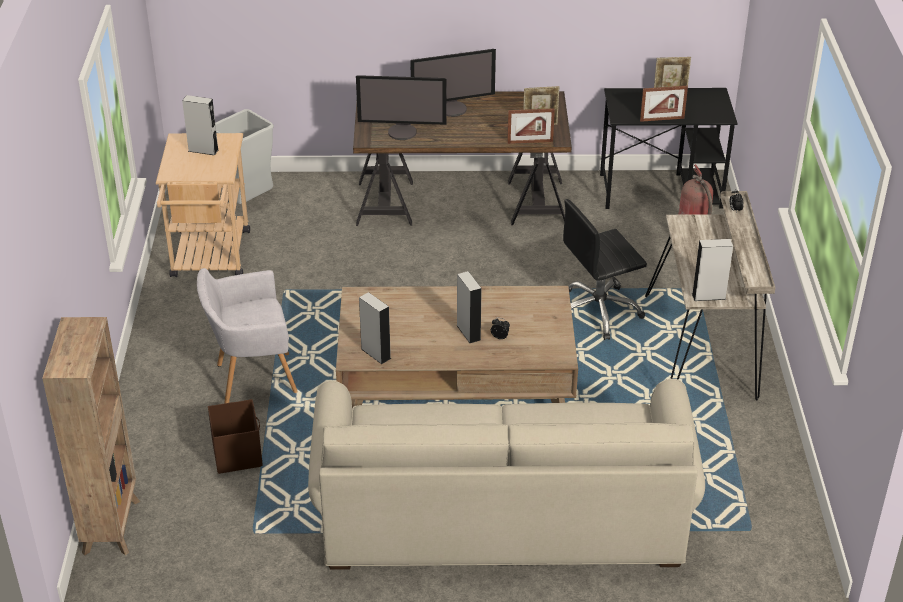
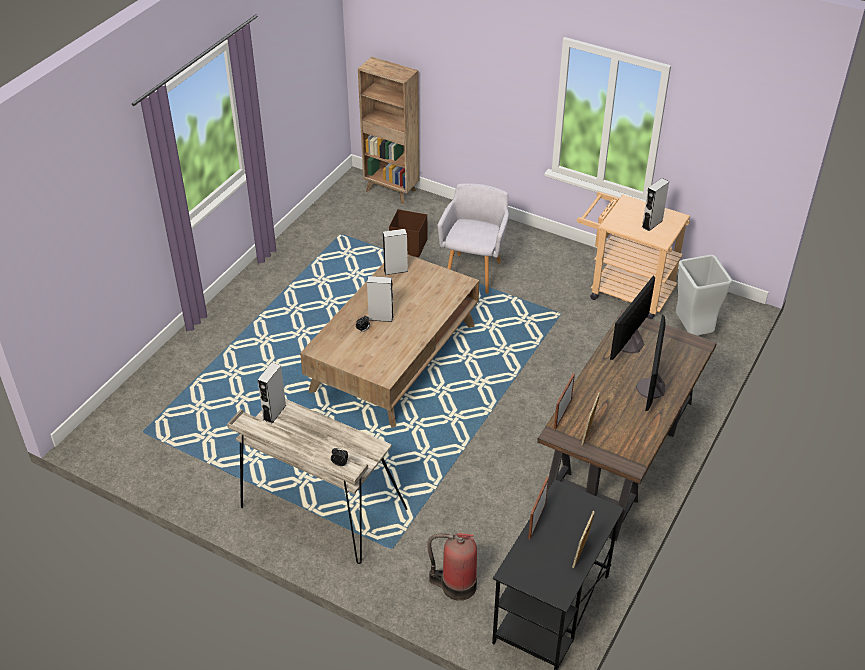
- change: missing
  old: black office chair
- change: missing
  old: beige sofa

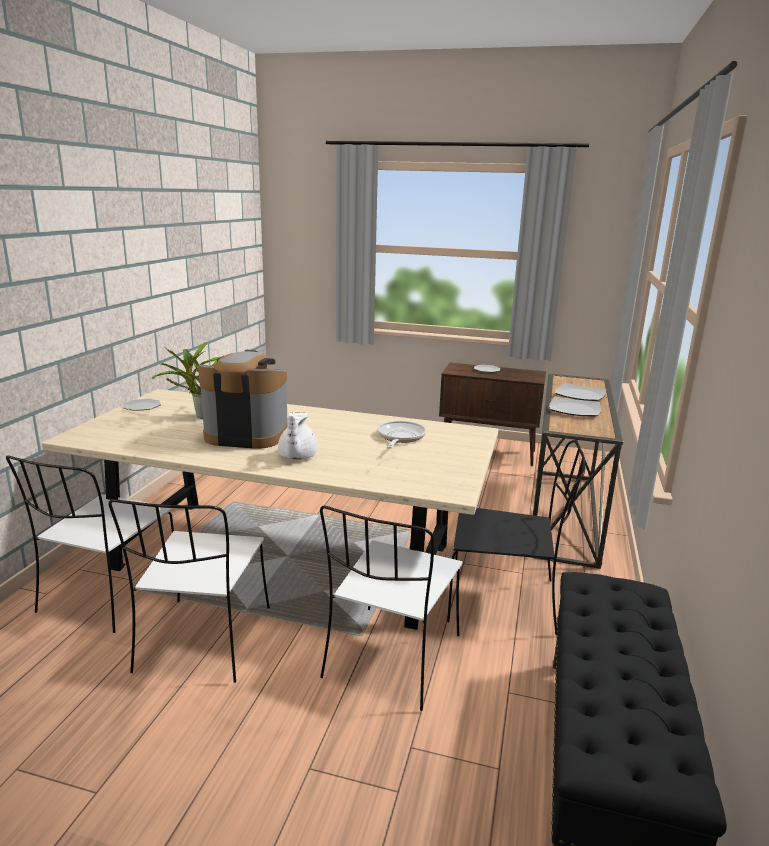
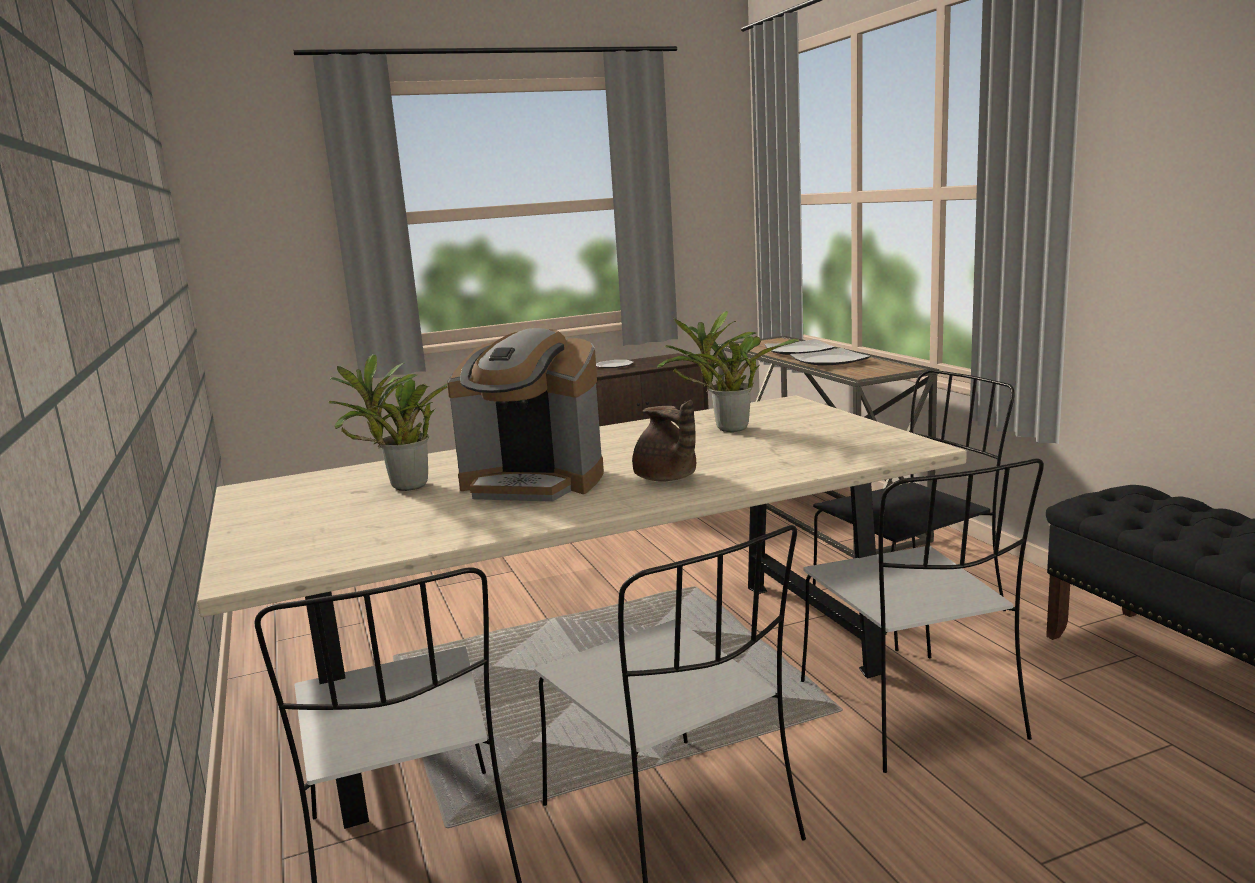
- change: spun
  old: coffee machine
  degrees: -135
- change: missing
  old: plate (no. 1 from left)
- change: colour
  old: white teapot
  new: brown teapot
- change: exchanged
  old: frying pan
  new: potted plant (no. 2 from left)

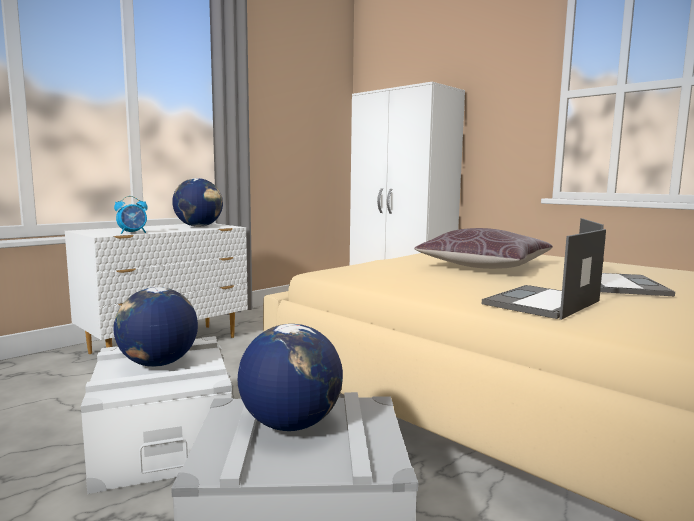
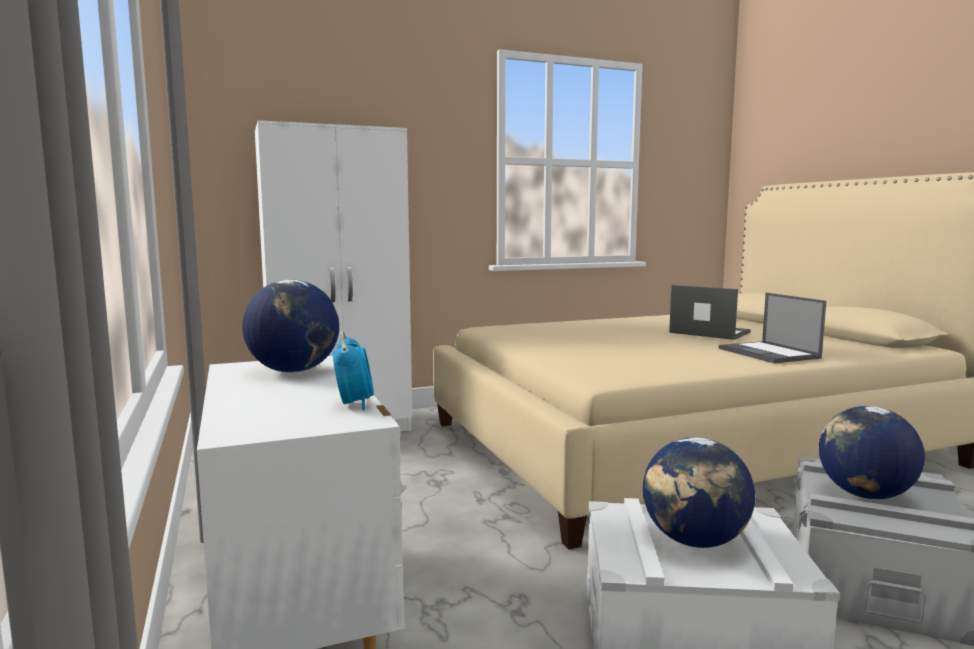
- change: missing
  old: brown pillow

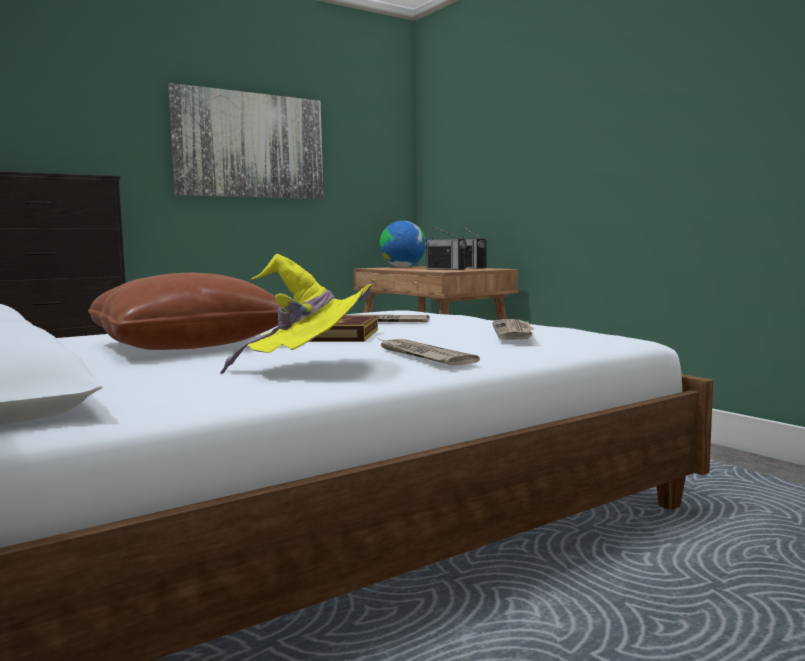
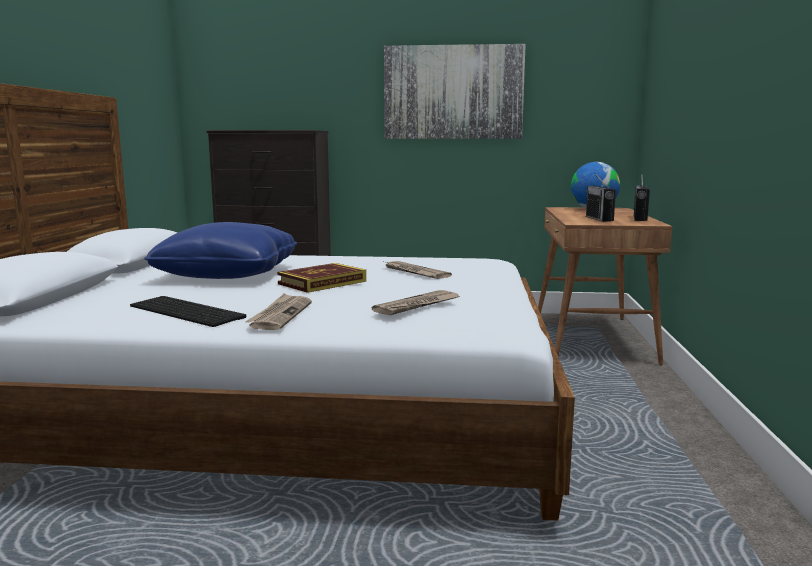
- change: exchanged
  old: yellow hat
  new: keyboard
- change: colour
  old: brown pillow
  new: blue pillow

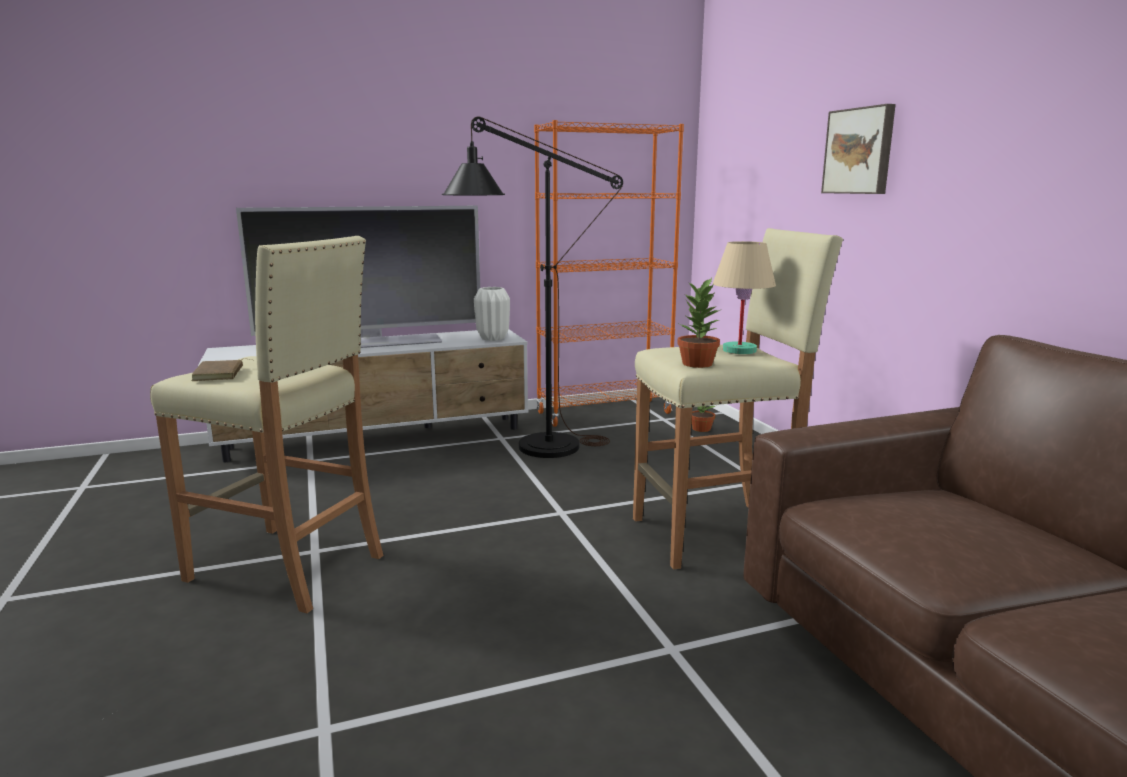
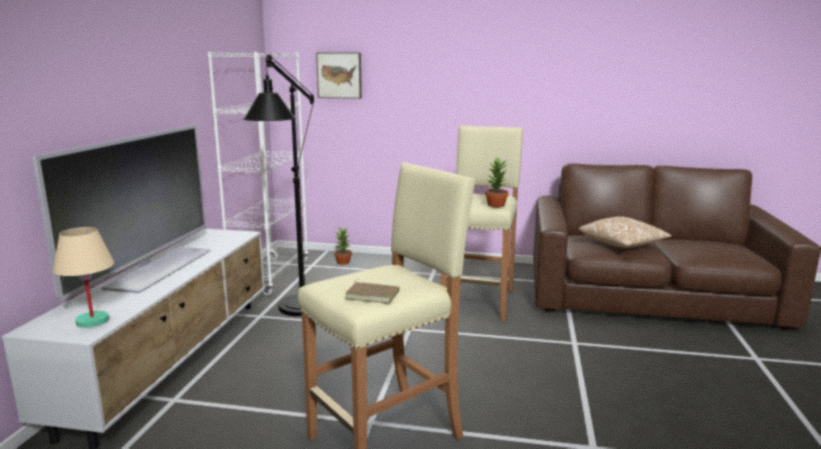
- change: relocated
  old: picture
- change: colour
  old: orange bookcase
  new: white bookcase
- change: relocated
  old: beige table lamp
- change: missing
  old: white vase
- change: appeared
  new: pillow

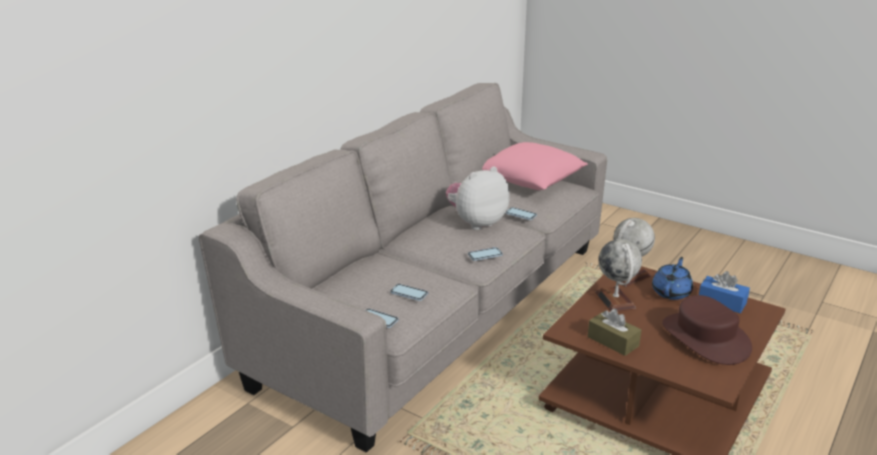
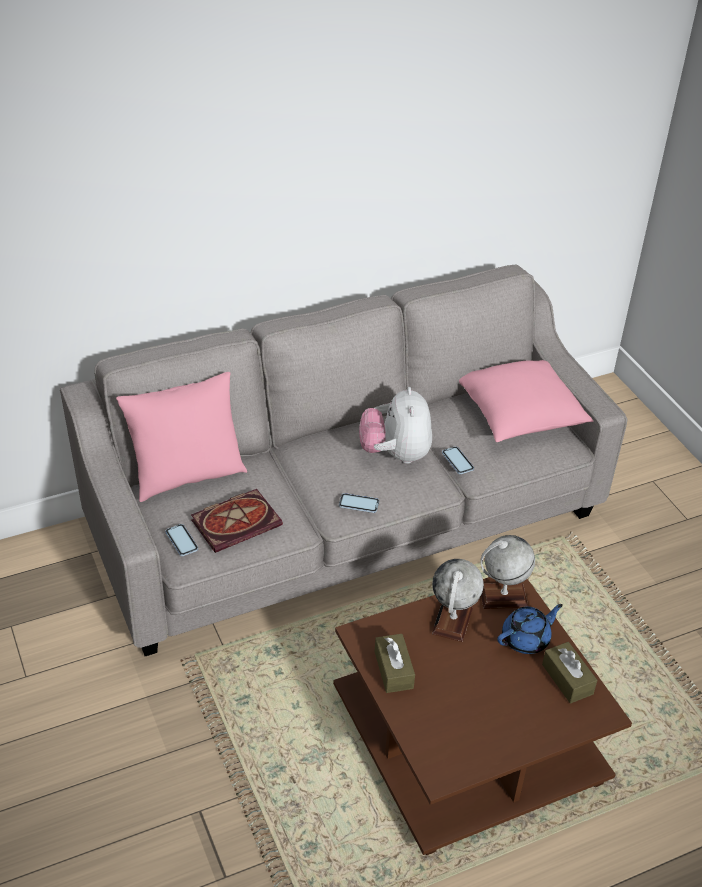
- change: spun
  old: plush toy
  degrees: -90
- change: colour
  old: blue tissue box
  new: brown tissue box (no. 2 from left)
- change: exchanged
  old: phone (no. 2 from left)
  new: book
- change: missing
  old: brown hat
- change: appeared
  new: pink pillow (no. 1 from left)

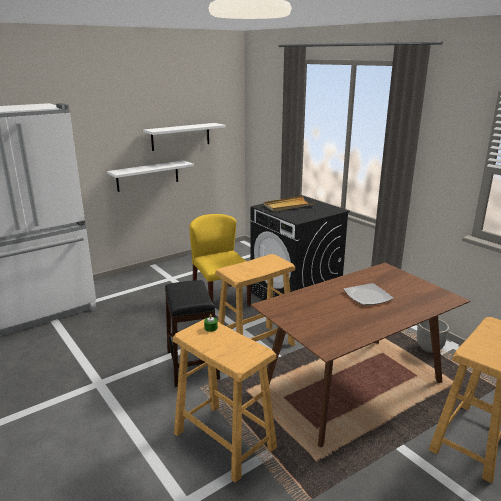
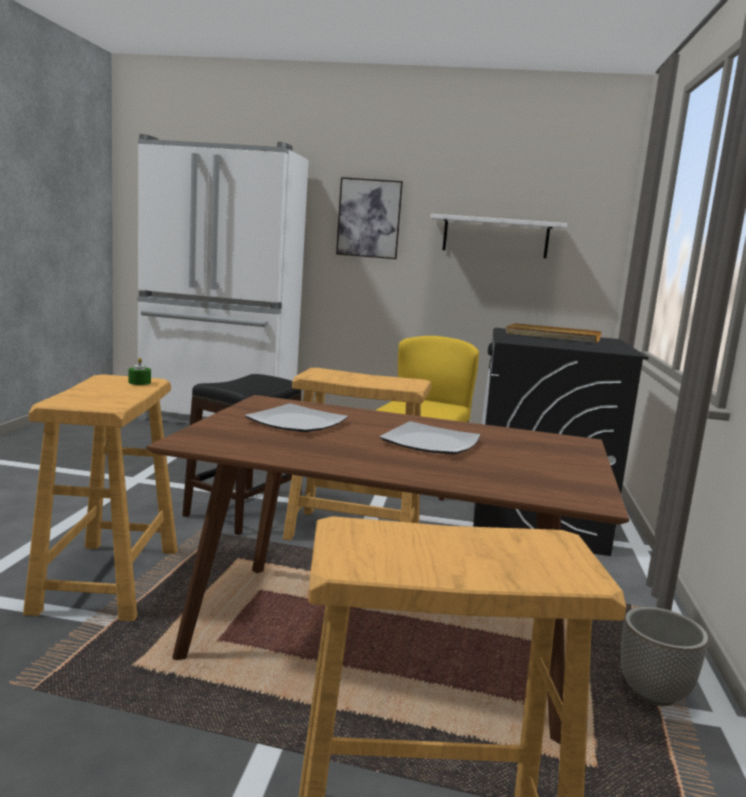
- change: missing
  old: white shelf (no. 1 from left)
- change: appeared
  new: picture
- change: appeared
  new: plate (no. 1 from left)

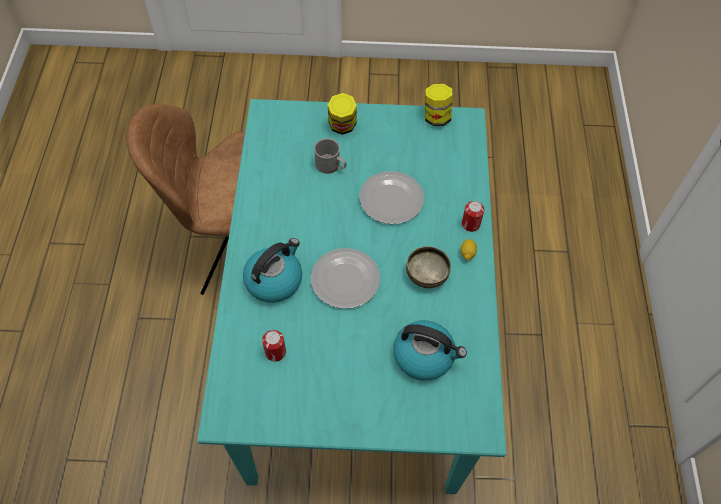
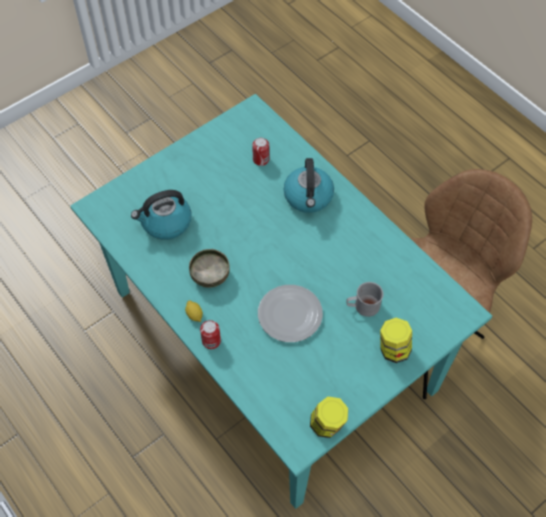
- change: missing
  old: plate (no. 1 from left)

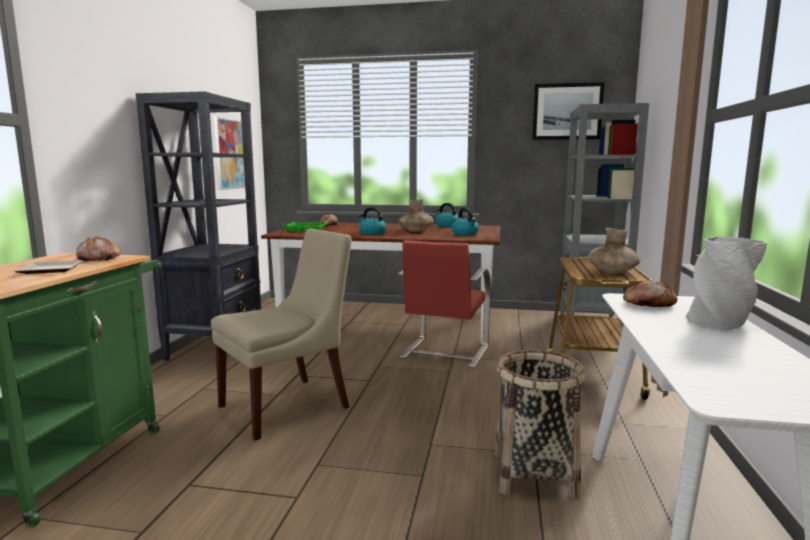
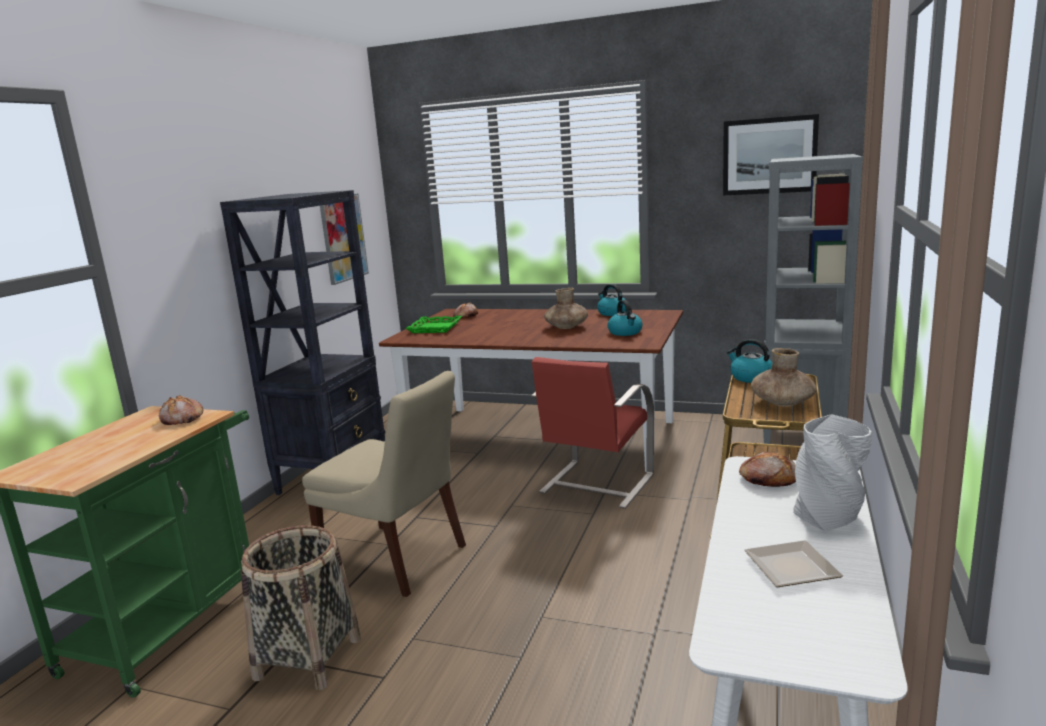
- change: relocated
  old: kettle (no. 1 from left in the first image)
  new: kettle (no. 3 from left)
- change: spun
  old: beige chair
  degrees: 60
- change: relocated
  old: plate
- change: relocated
  old: basket

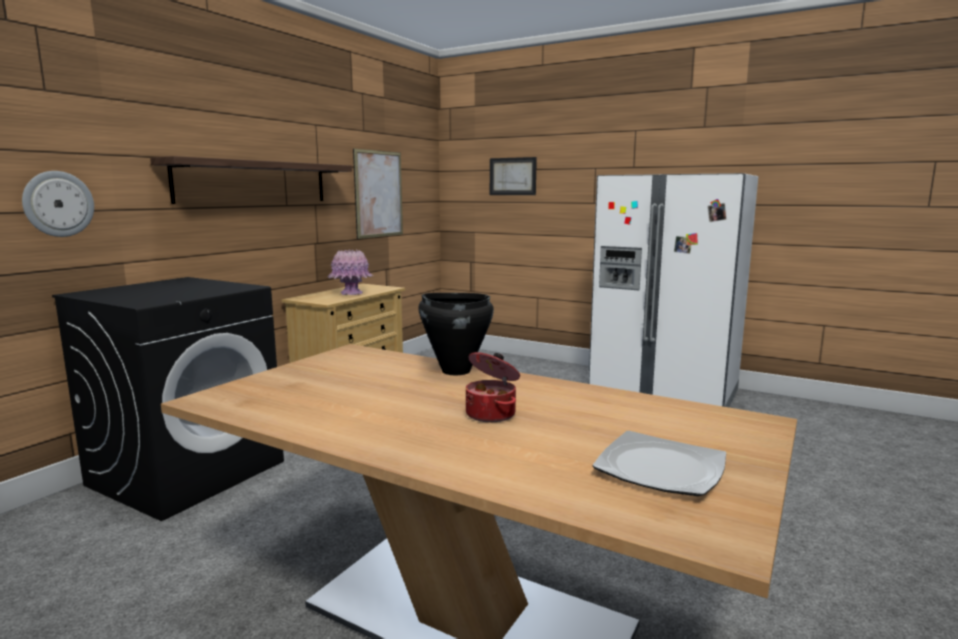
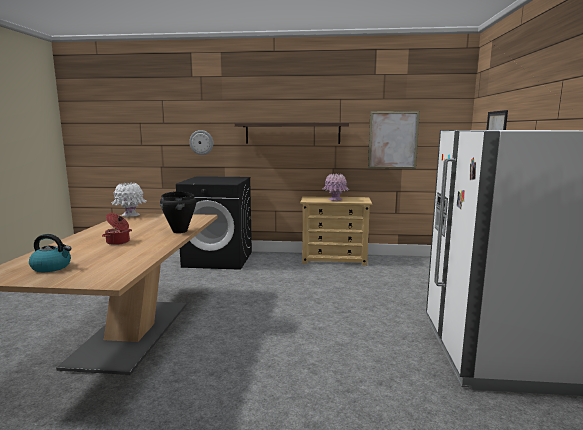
- change: exchanged
  old: plate
  new: kettle
- change: appeared
  new: white vase

